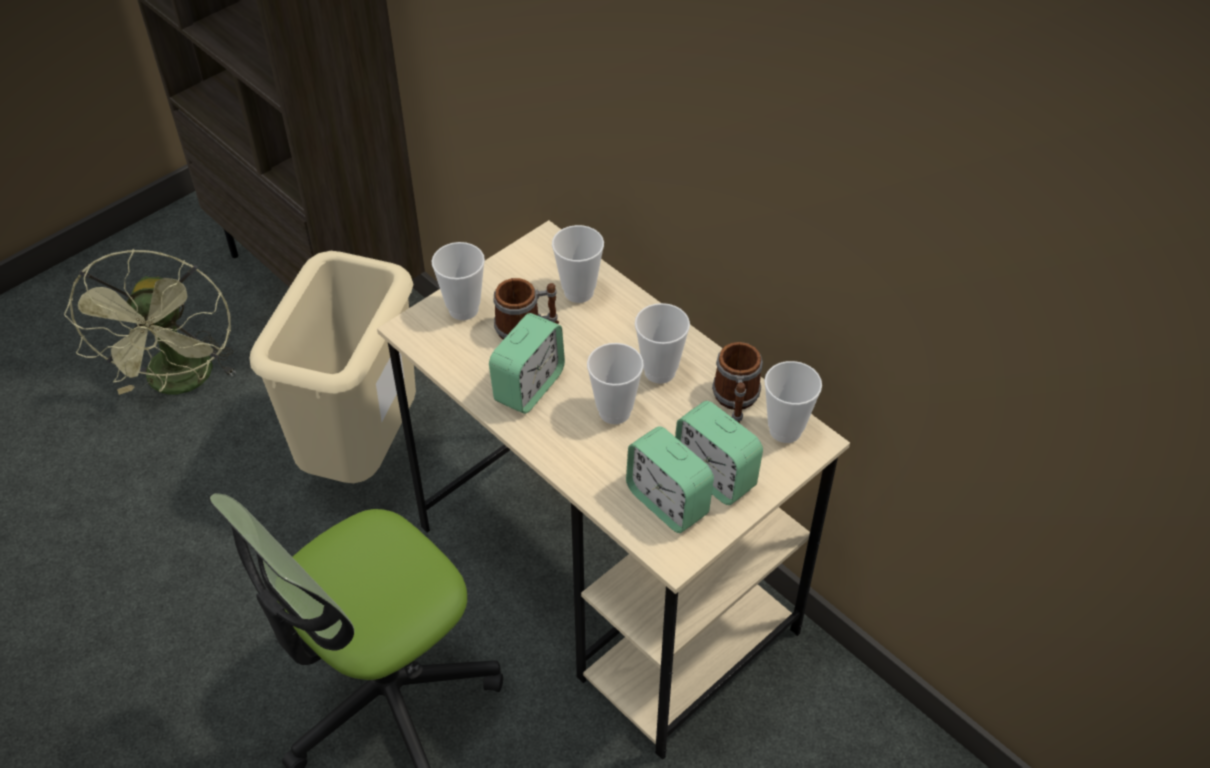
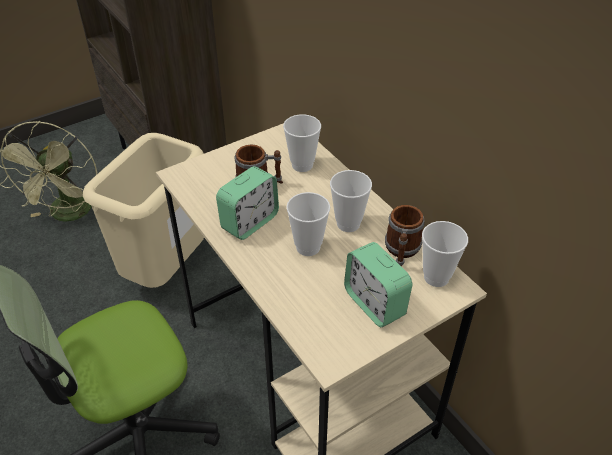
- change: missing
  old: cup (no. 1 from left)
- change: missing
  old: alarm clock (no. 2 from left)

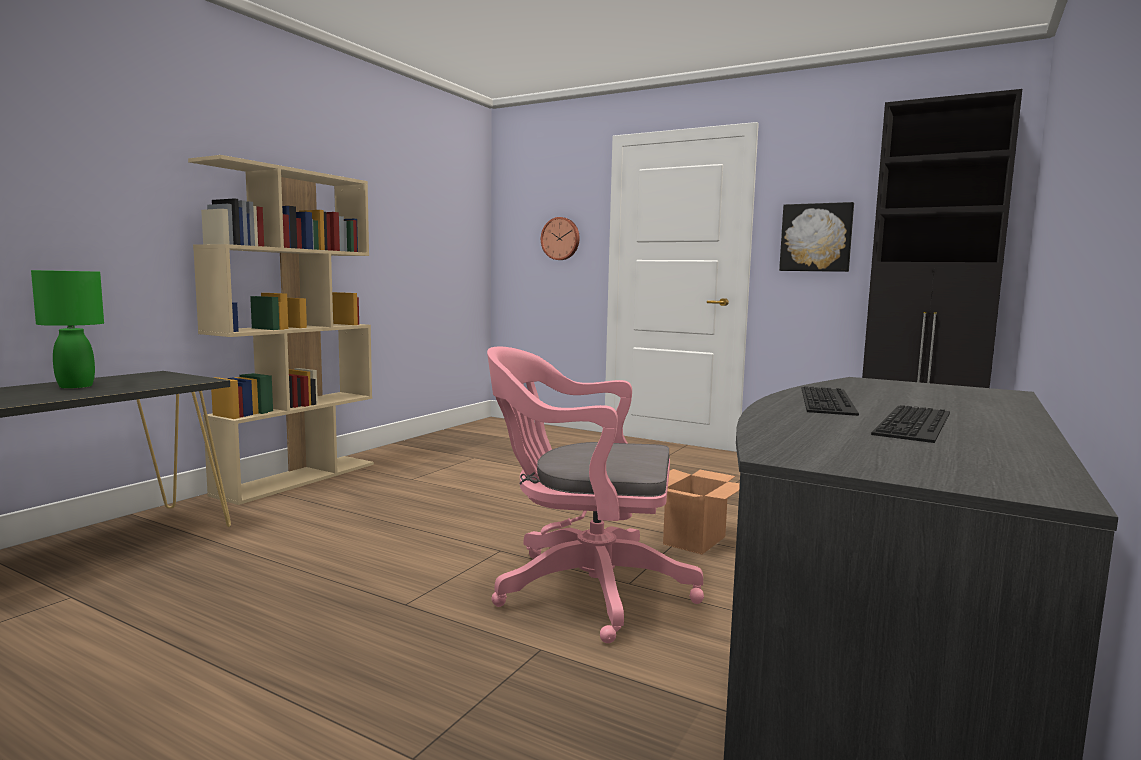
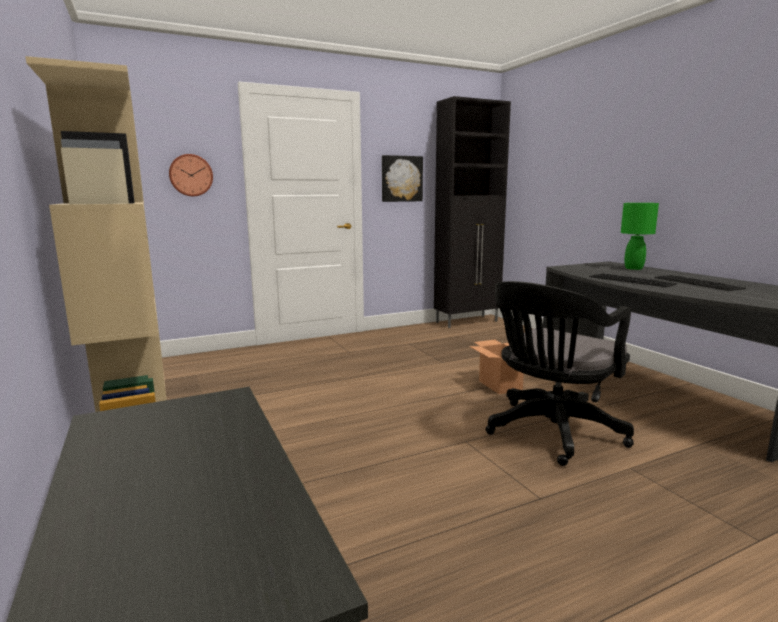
- change: relocated
  old: green table lamp
- change: colour
  old: pink office chair
  new: black office chair

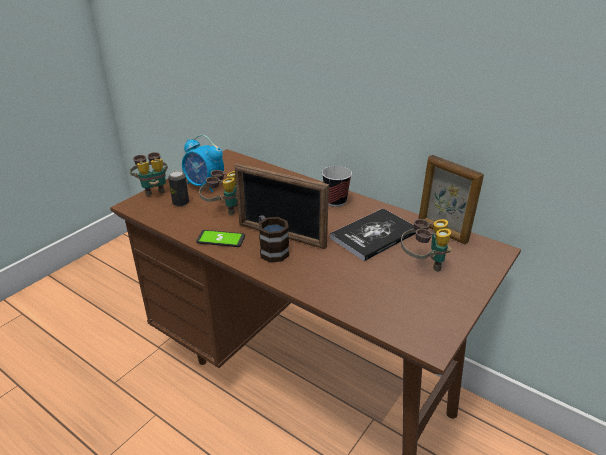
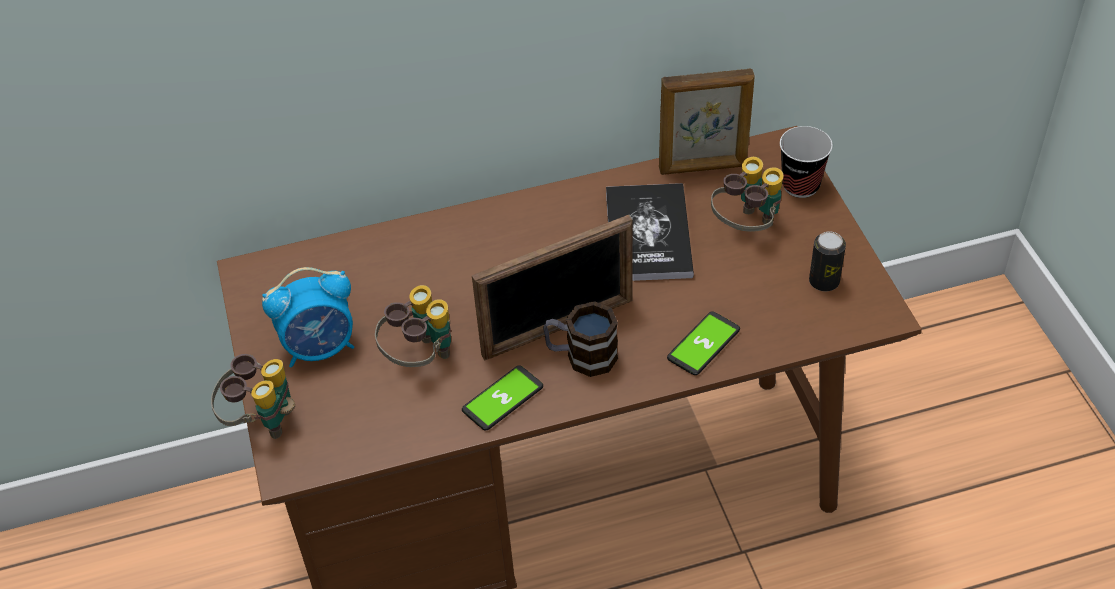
- change: relocated
  old: cup
- change: relocated
  old: can
- change: appeared
  new: phone (no. 2 from left)

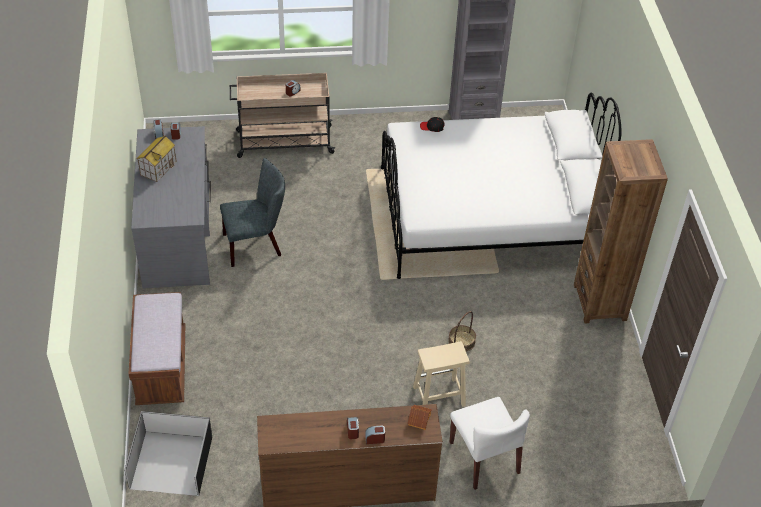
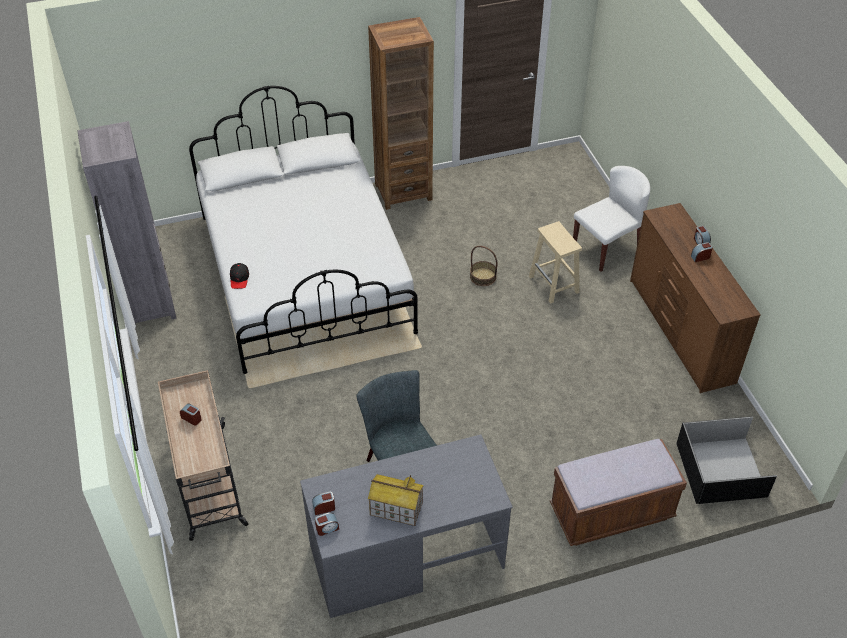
- change: missing
  old: toy house (no. 2 from left)

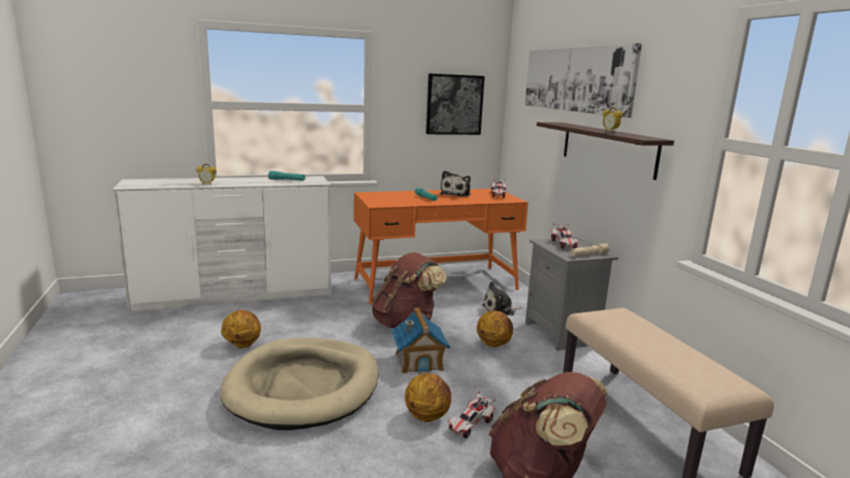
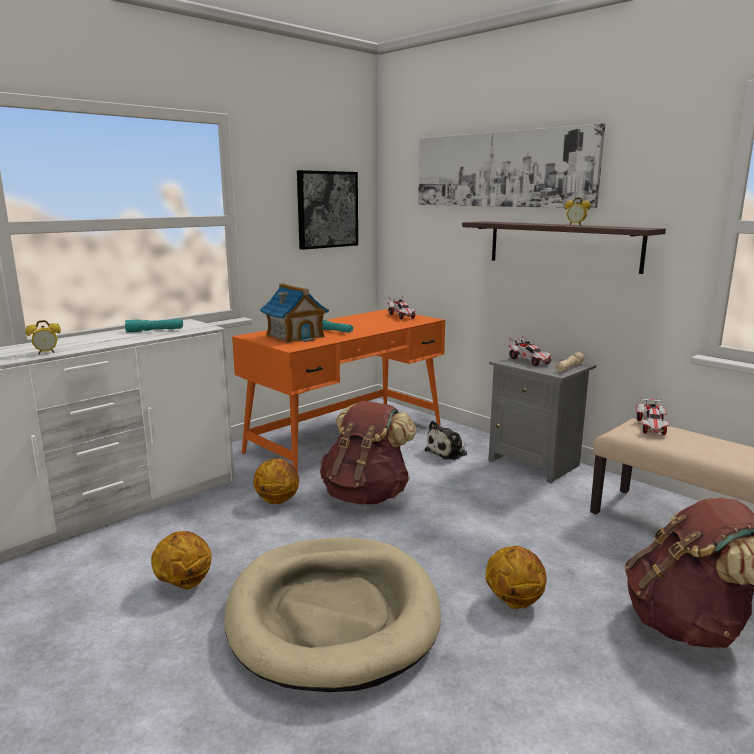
- change: missing
  old: plush toy (no. 1 from left)
- change: relocated
  old: toy house
- change: relocated
  old: basketball (no. 3 from left in the first image)
  new: basketball (no. 2 from left)
- change: relocated
  old: toy car (no. 1 from left in the first image)
  new: toy car (no. 3 from left)

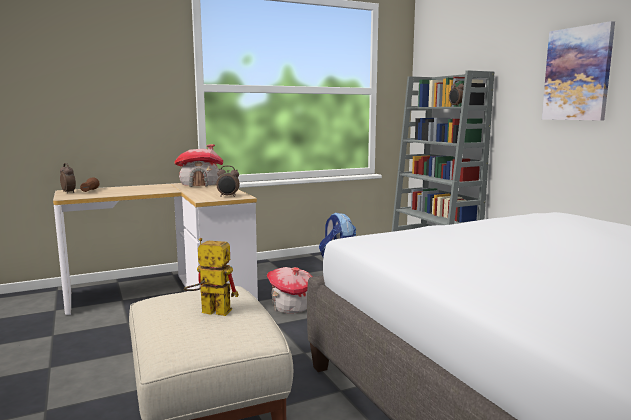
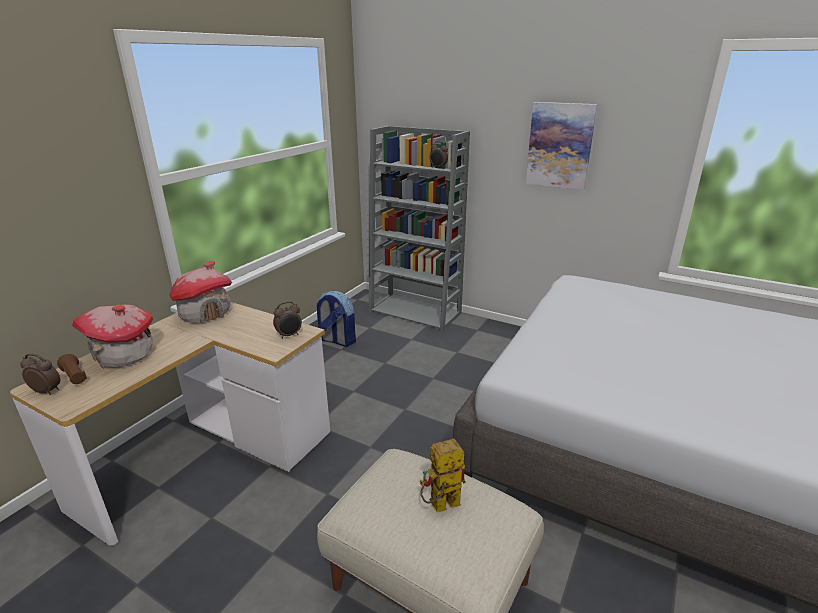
- change: relocated
  old: toy house (no. 2 from left in the first image)
  new: toy house (no. 1 from left)

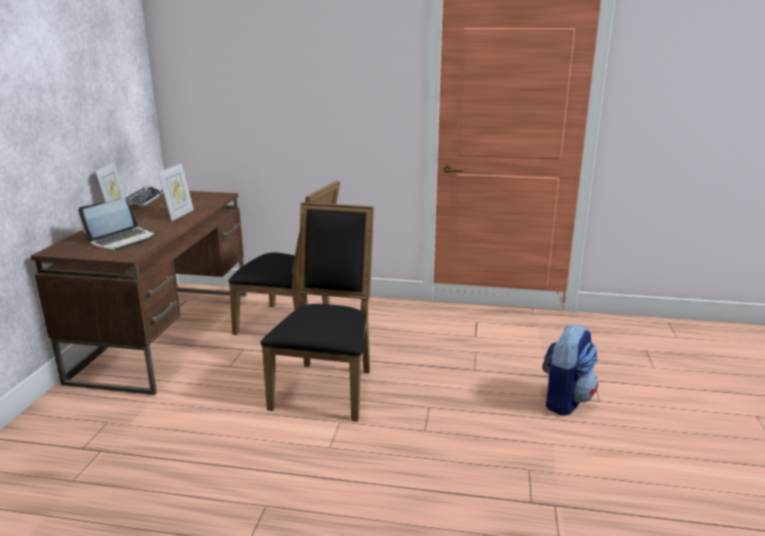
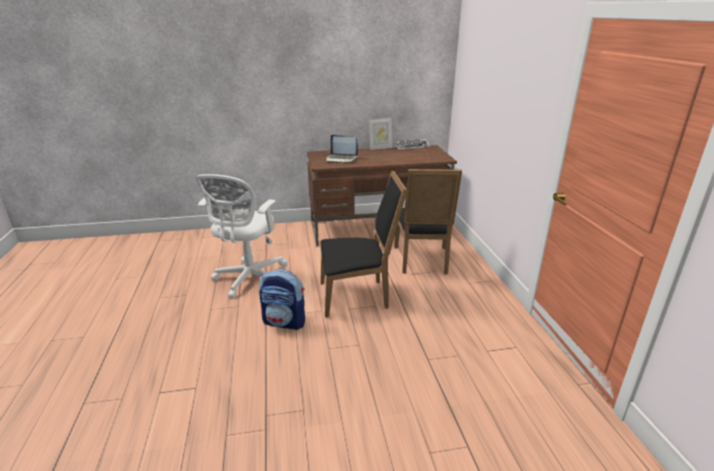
- change: missing
  old: picture frame (no. 2 from left)
- change: relocated
  old: backpack
- change: appeared
  new: white office chair

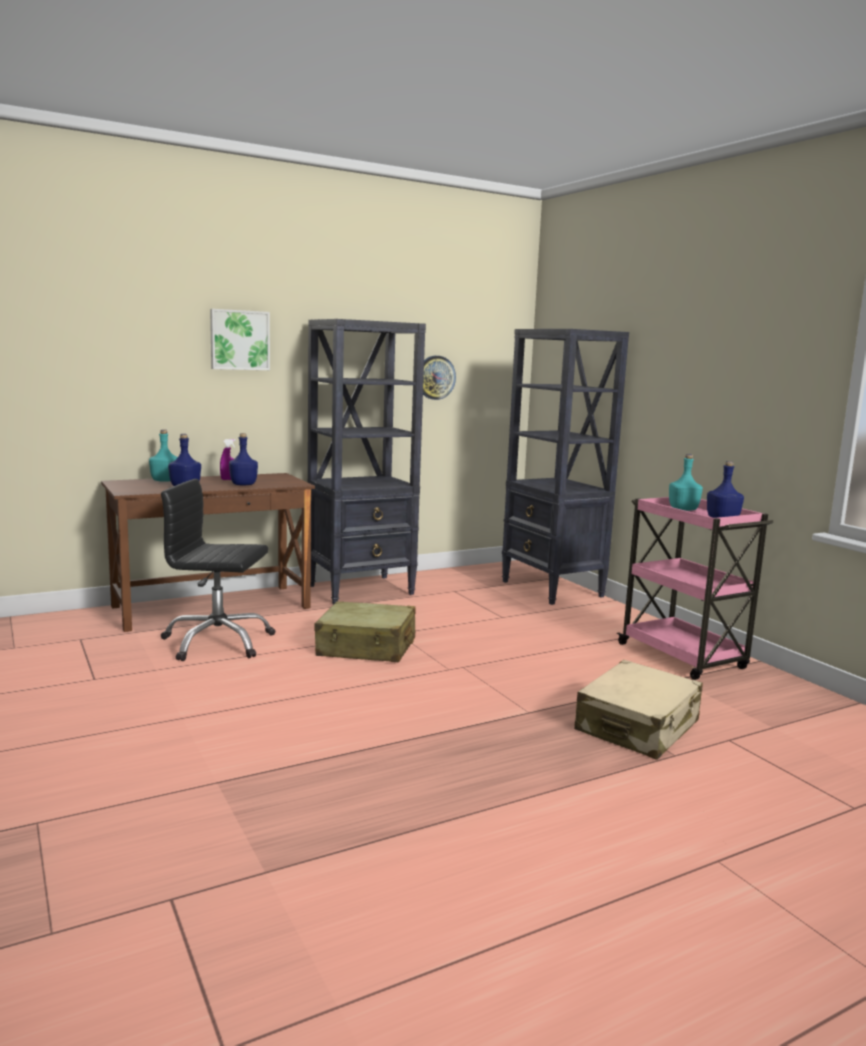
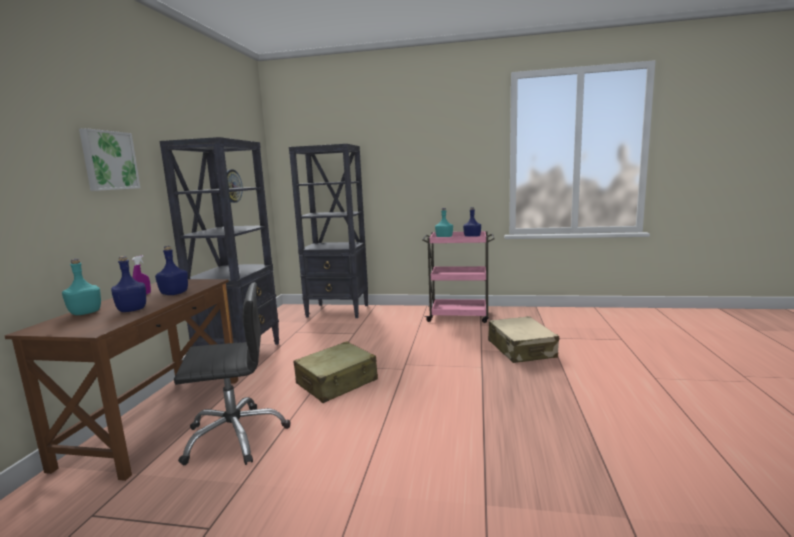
- change: spun
  old: black office chair
  degrees: -150

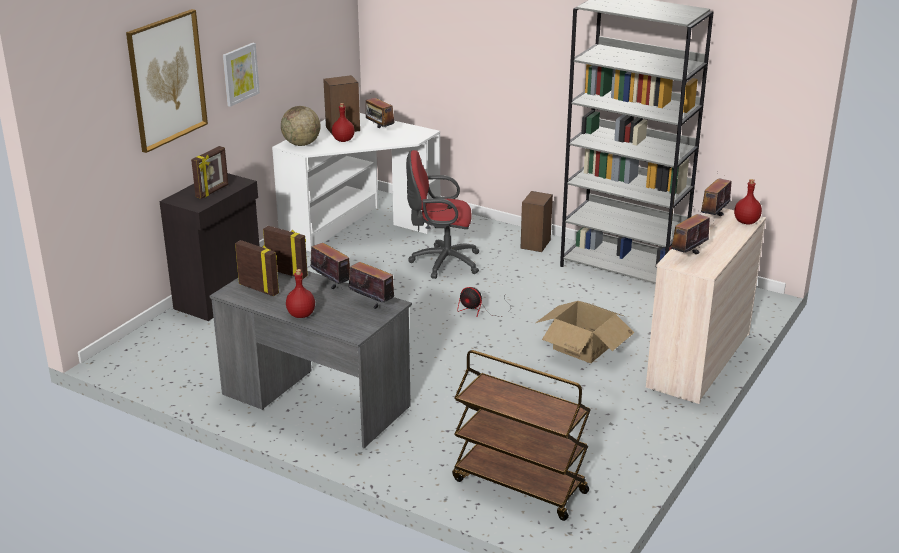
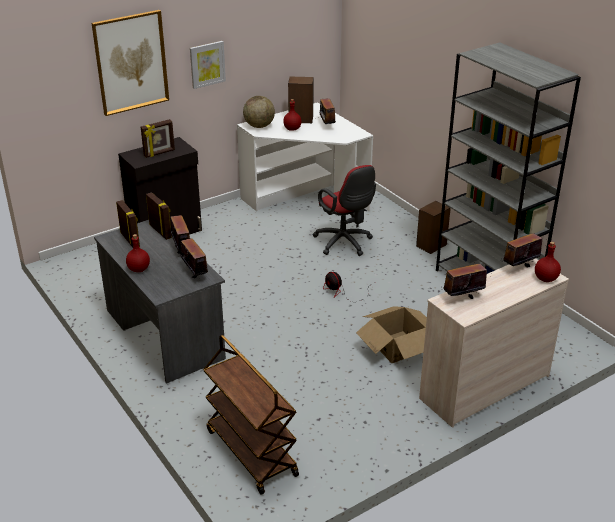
- change: spun
  old: red office chair
  degrees: -150

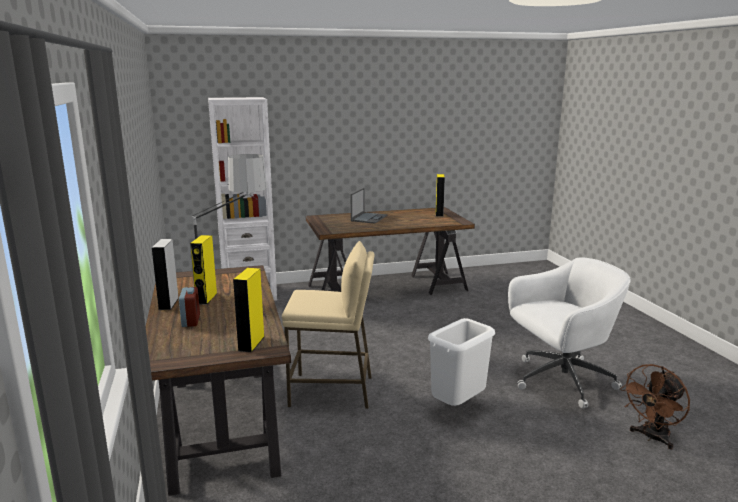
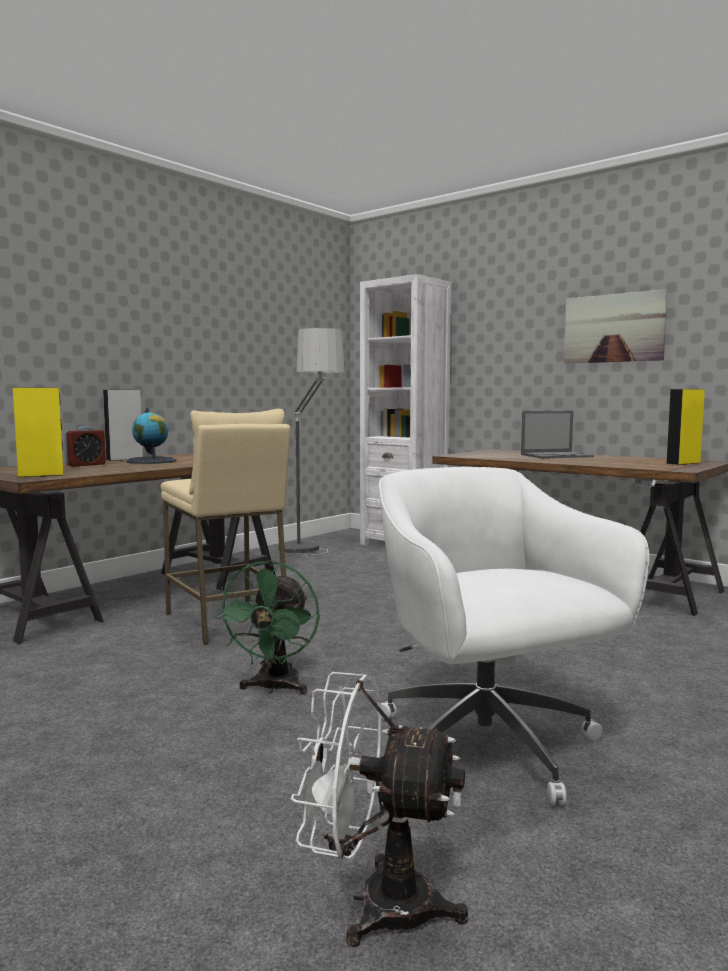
- change: exchanged
  old: yellow speaker (no. 1 from left)
  new: globe
- change: spun
  old: white office chair
  degrees: -150
- change: exchanged
  old: white trash can
  new: green fan
- change: colour
  old: brown fan
  new: white fan
- change: appeared
  new: picture

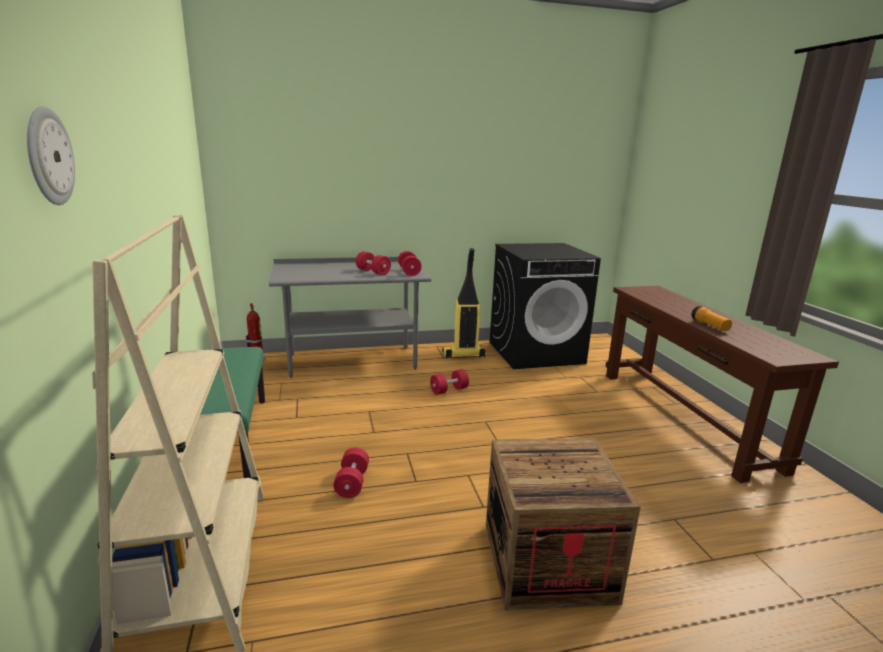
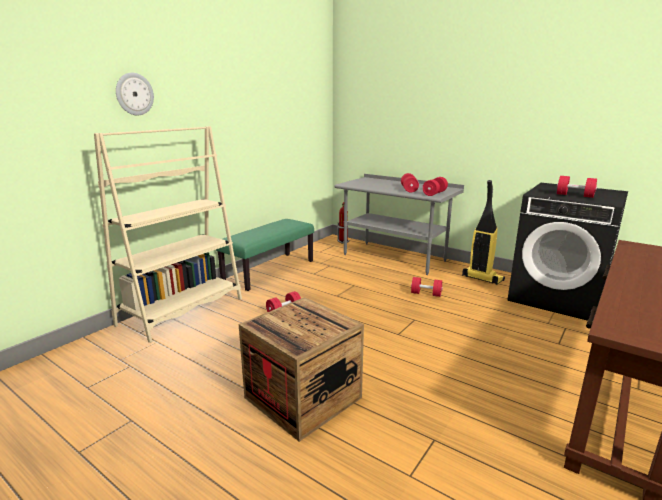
- change: missing
  old: flashlight
- change: appeared
  new: red dumbbell (no. 5 from left)

